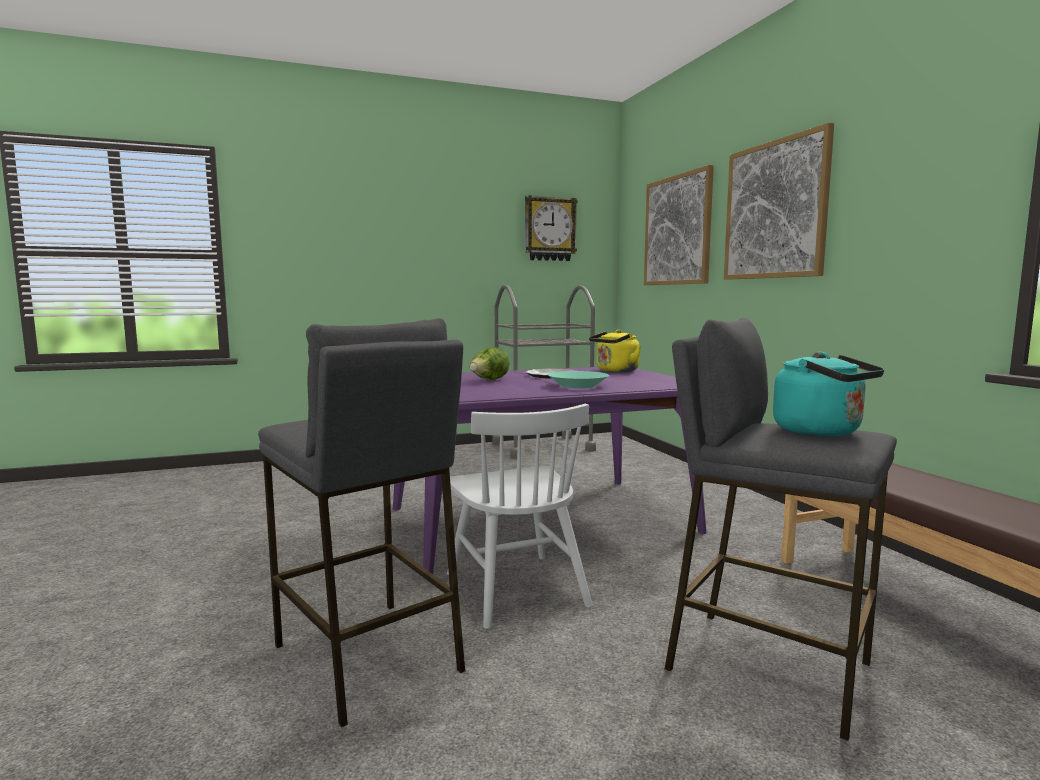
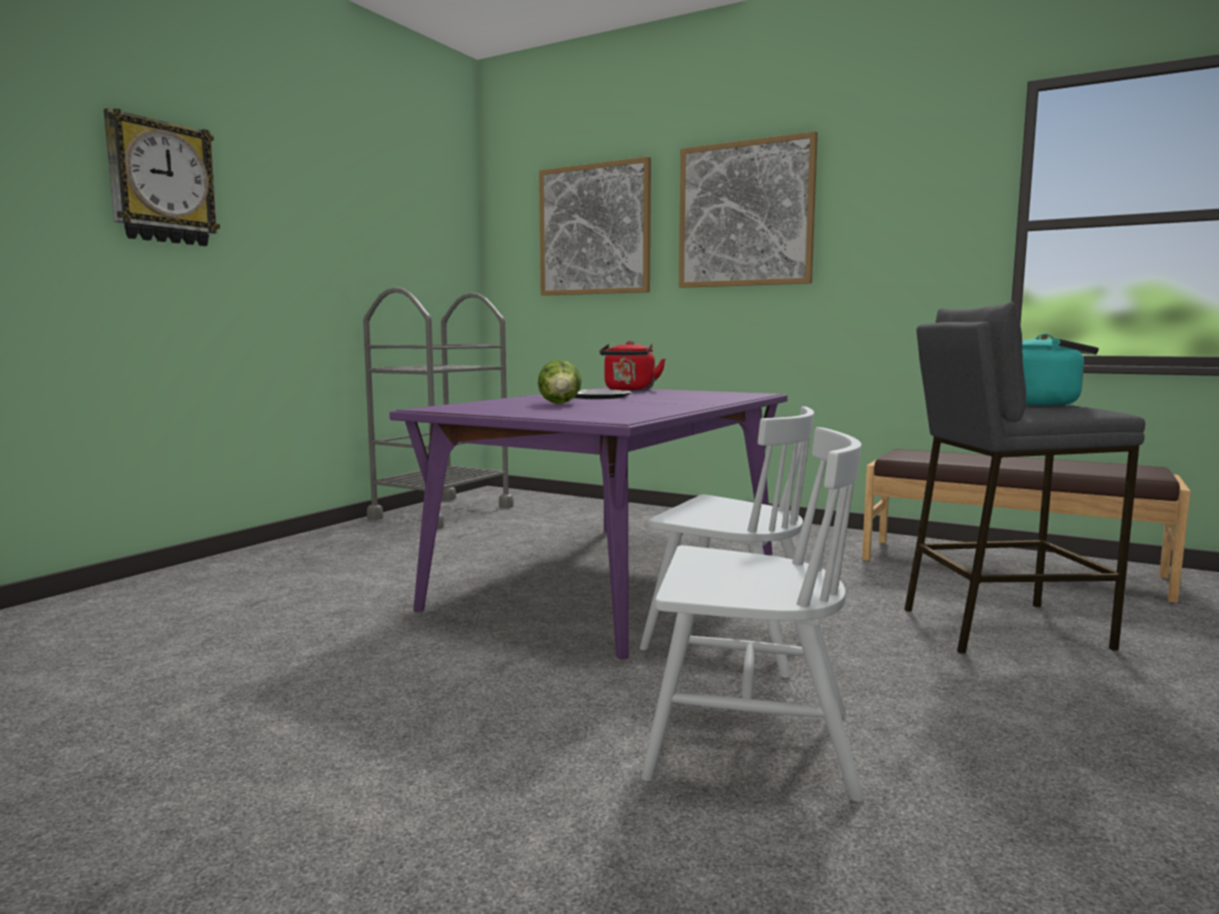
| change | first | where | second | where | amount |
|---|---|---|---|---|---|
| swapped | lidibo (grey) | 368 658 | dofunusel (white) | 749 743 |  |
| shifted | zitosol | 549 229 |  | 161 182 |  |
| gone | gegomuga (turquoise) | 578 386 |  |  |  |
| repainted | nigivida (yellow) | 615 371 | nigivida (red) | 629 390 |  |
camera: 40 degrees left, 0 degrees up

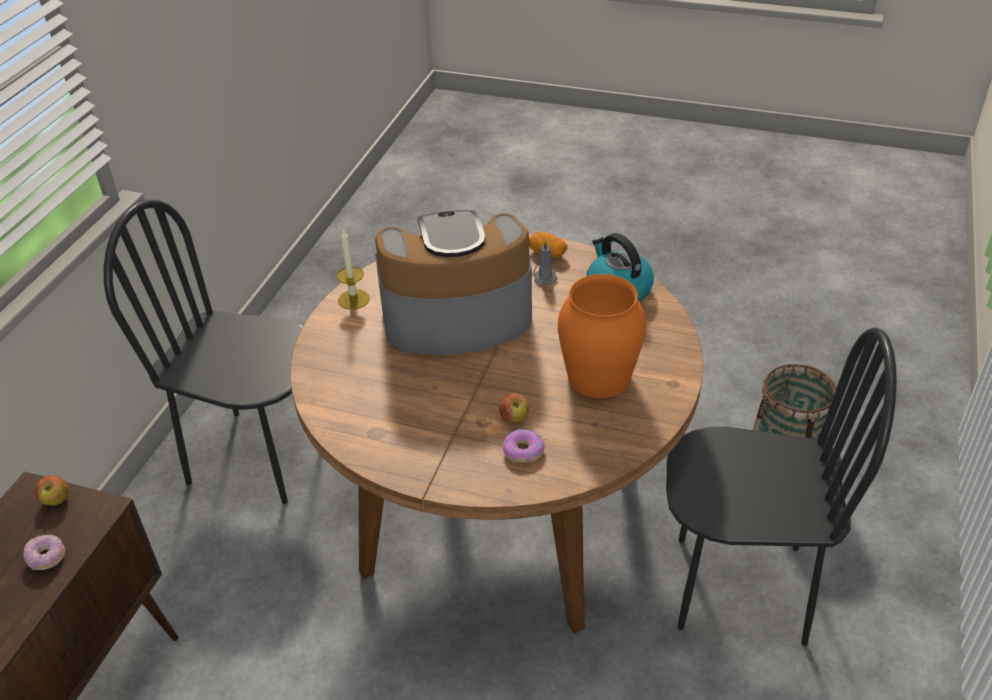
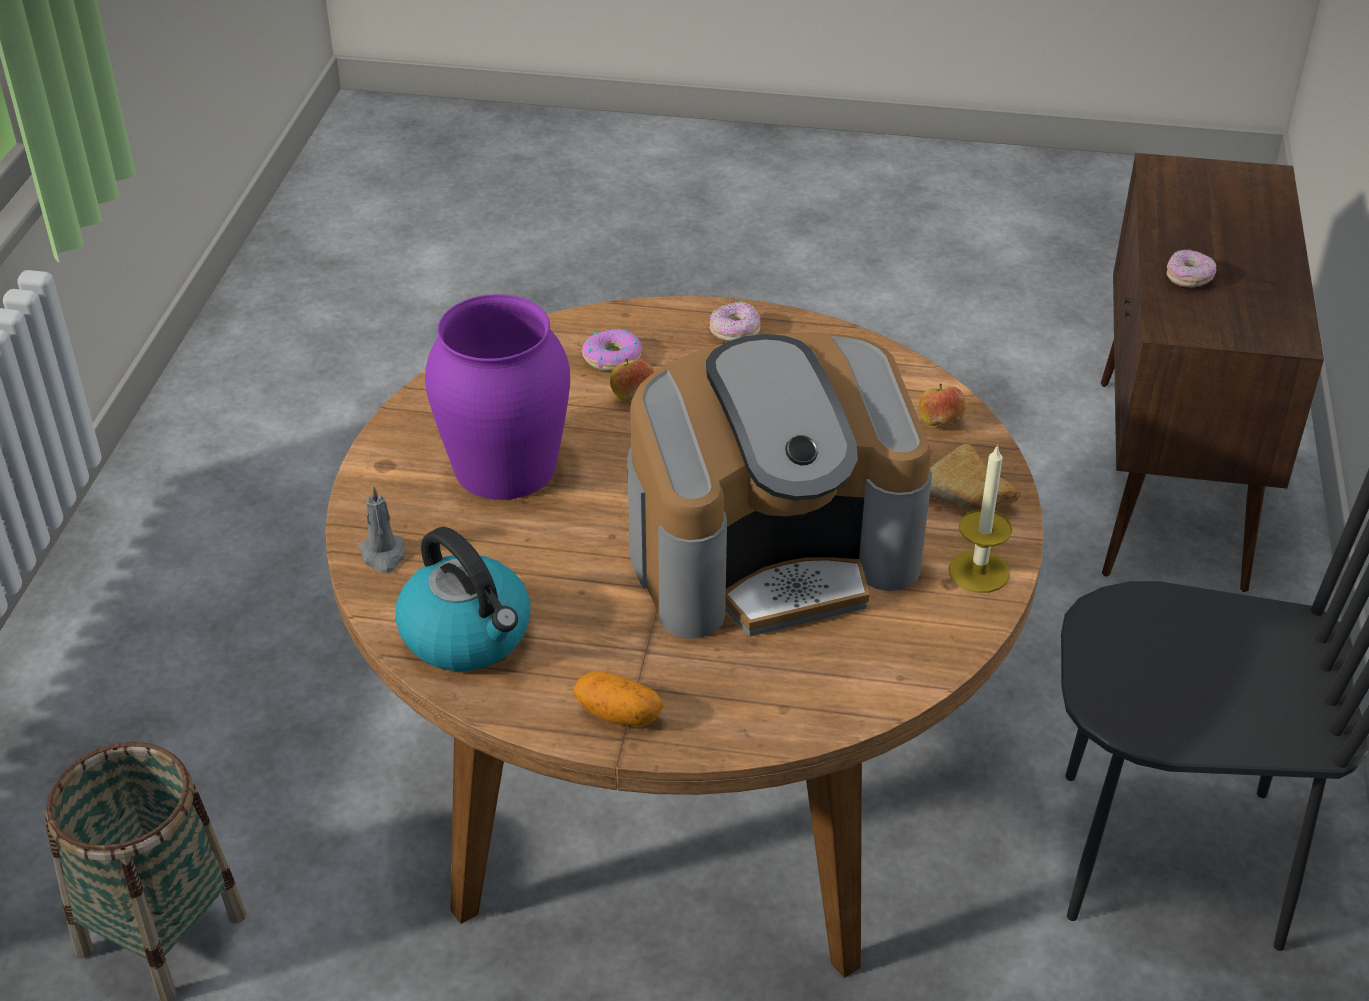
| change | first | where | second | where | amount |
|---|---|---|---|---|---|
| shifted | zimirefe | 56 500 |  | 940 423 |  |
| shifted | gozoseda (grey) | 545 277 |  | 383 555 |  |
| repainted | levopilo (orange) | 599 376 | levopilo (purple) | 505 467 |  |
| gone | dofunusel (black) | 740 588 |  |  |  |
| new |  |  | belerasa | 735 333 |  |
| new |  |  | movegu | 971 498 |  |
camera: 170 degrees right, 0 degrees up

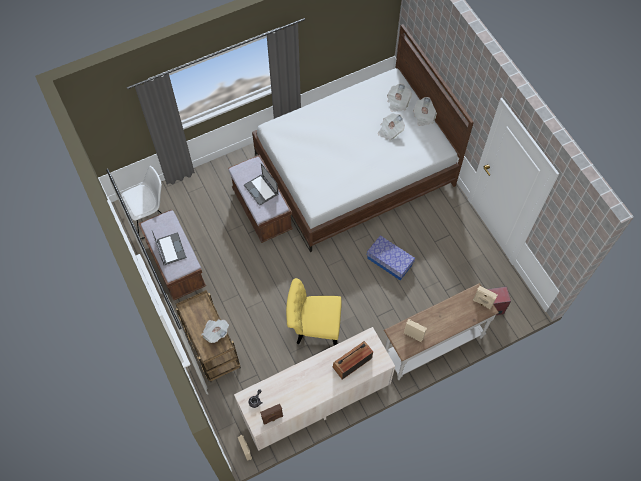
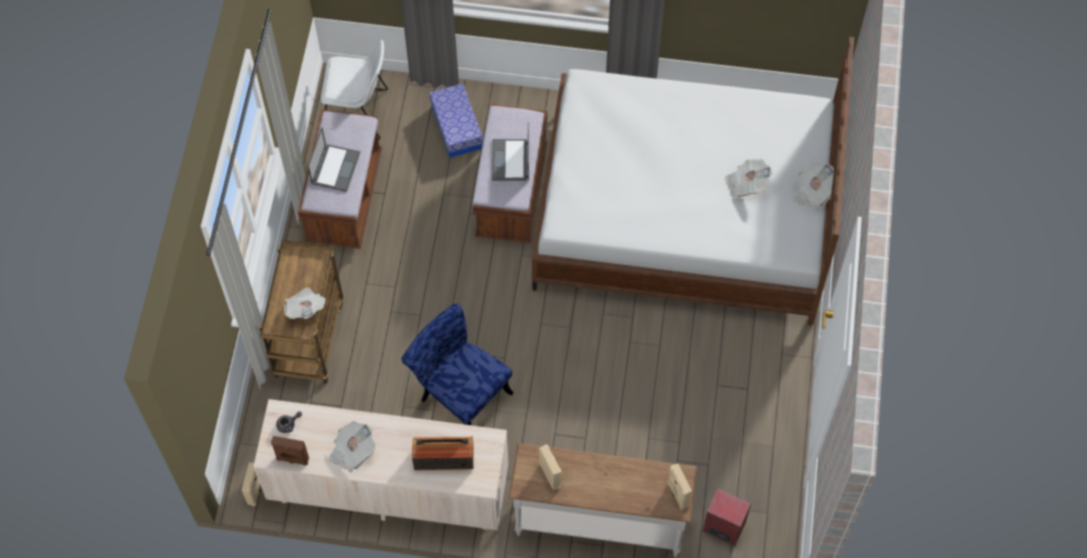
| change | first | where | second | where | amount |
|---|---|---|---|---|---|
| repainted | dofunusel (yellow) | 313 327 | dofunusel (blue) | 459 393 |  |
| shifted | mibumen | 389 261 |  | 456 127 |  |
| shifted | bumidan | 398 102 |  | 352 451 |  |
camera: 35 degrees right, 0 degrees up

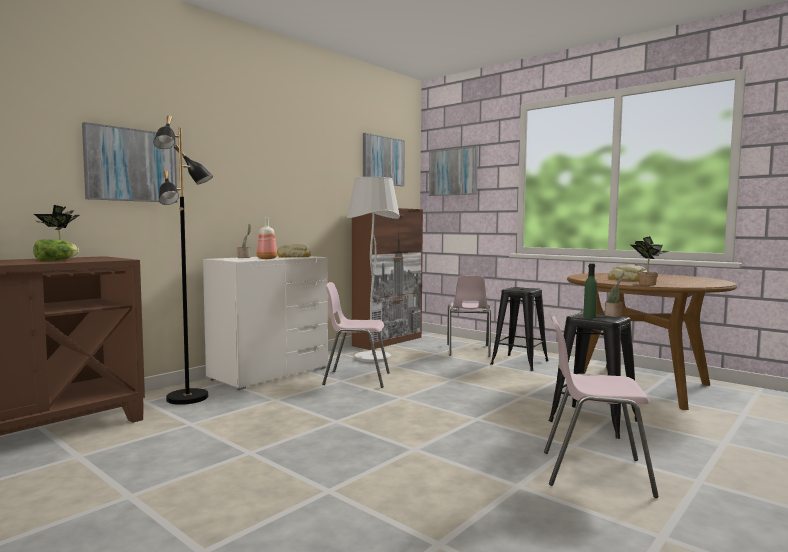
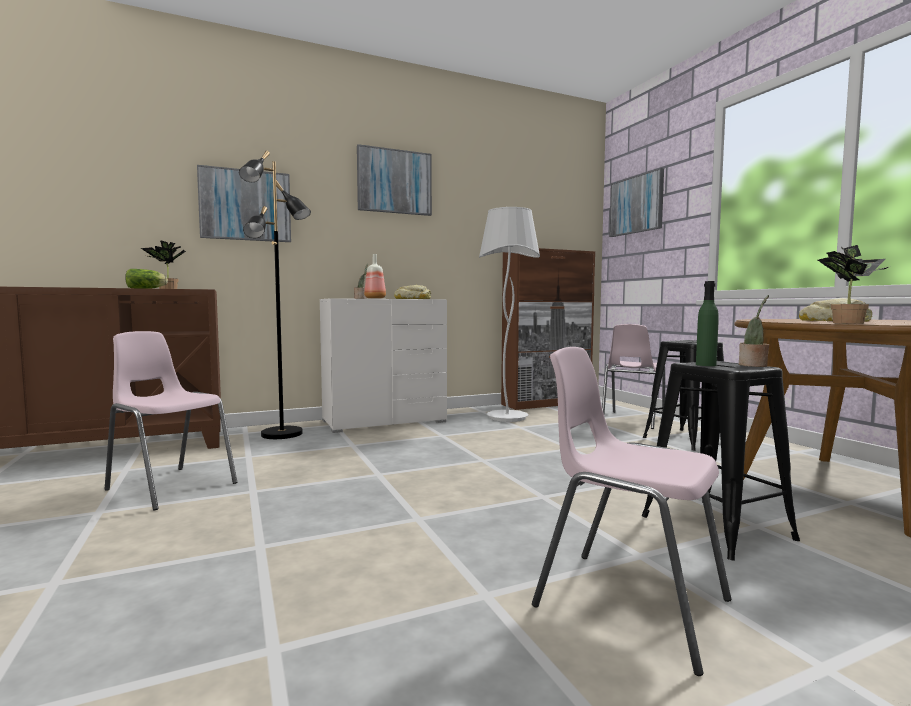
| change | first | where | second | where | amount |
|---|---|---|---|---|---|
| shifted | dofunusel (pink) | 356 379 |  | 170 486 |  |
| shifted | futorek | 383 160 |  | 394 182 |  |
camera: 25 degrees right, 0 degrees up

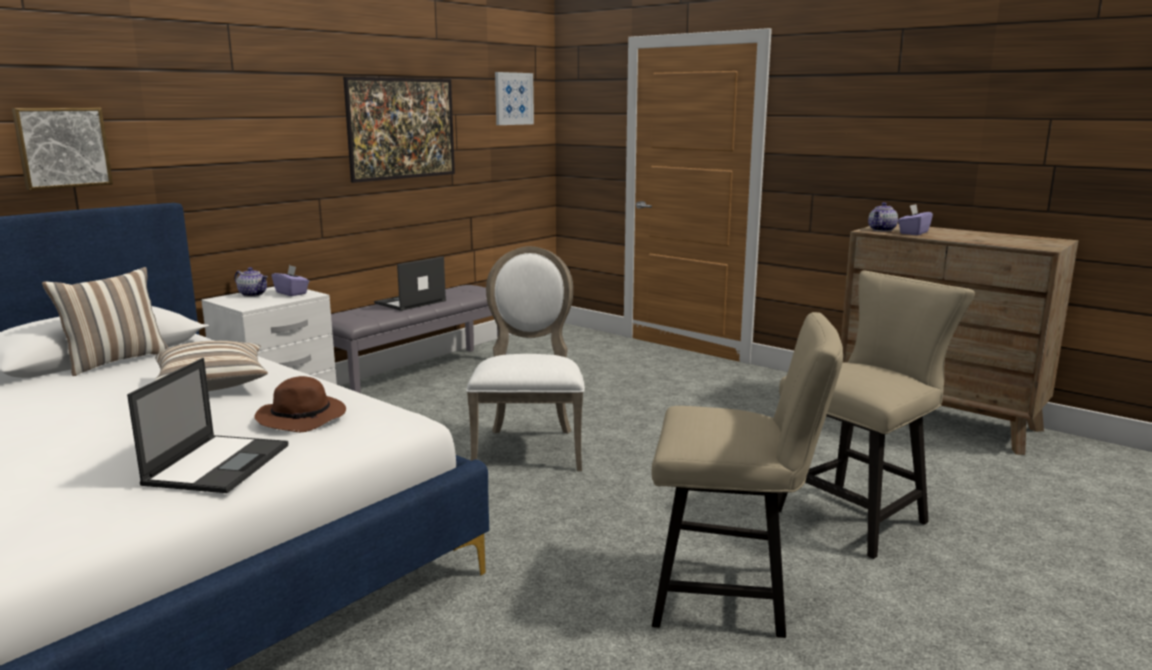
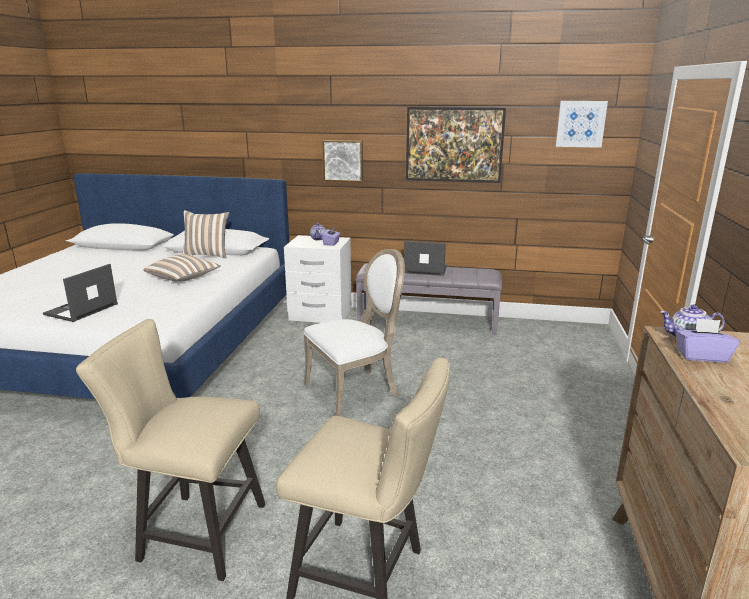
| change | first | where | second | where | amount |
|---|---|---|---|---|---|
| shifted | futorek | 62 147 |  | 343 160 |  |
| rotated | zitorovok | 218 463 |  | 81 309 | 135 degrees clockwise |
| gone | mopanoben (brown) | 303 418 |  |  |  |
| rotated | dofunusel (beige) | 733 595 |  | 194 532 | 120 degrees clockwise |
camera: 60 degrees right, 5 degrees up

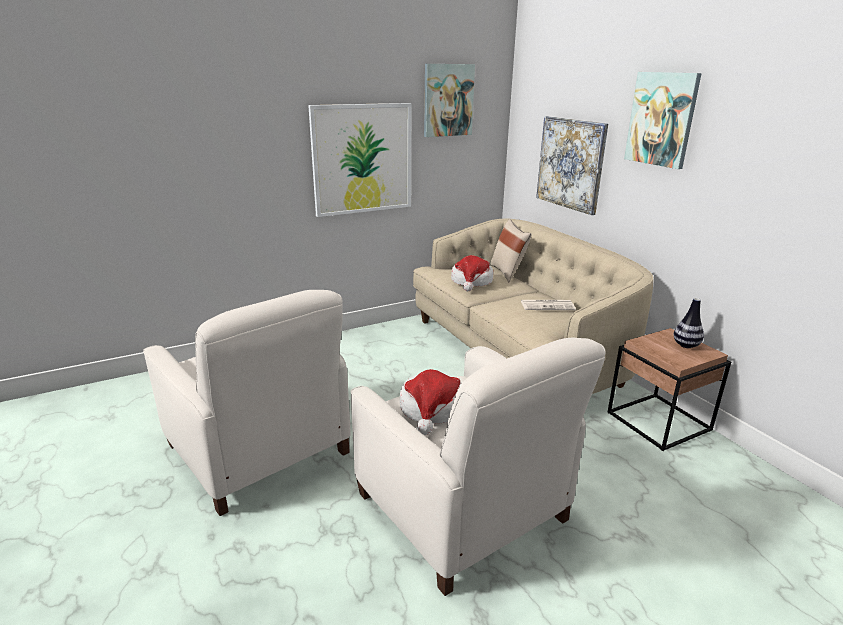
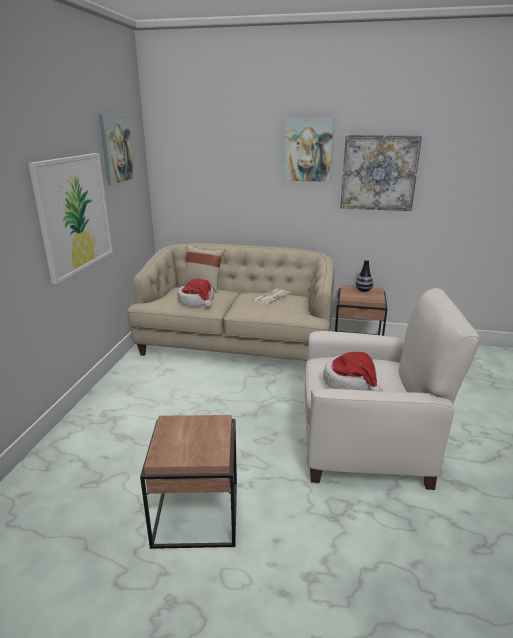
| change | first | where | second | where | amount |
|---|---|---|---|---|---|
| swapped | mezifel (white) | 259 450 | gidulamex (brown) | 197 515 |  |
| shifted | futorek | 571 163 |  | 379 173 |  |
camera: 50 degrees left, 0 degrees up

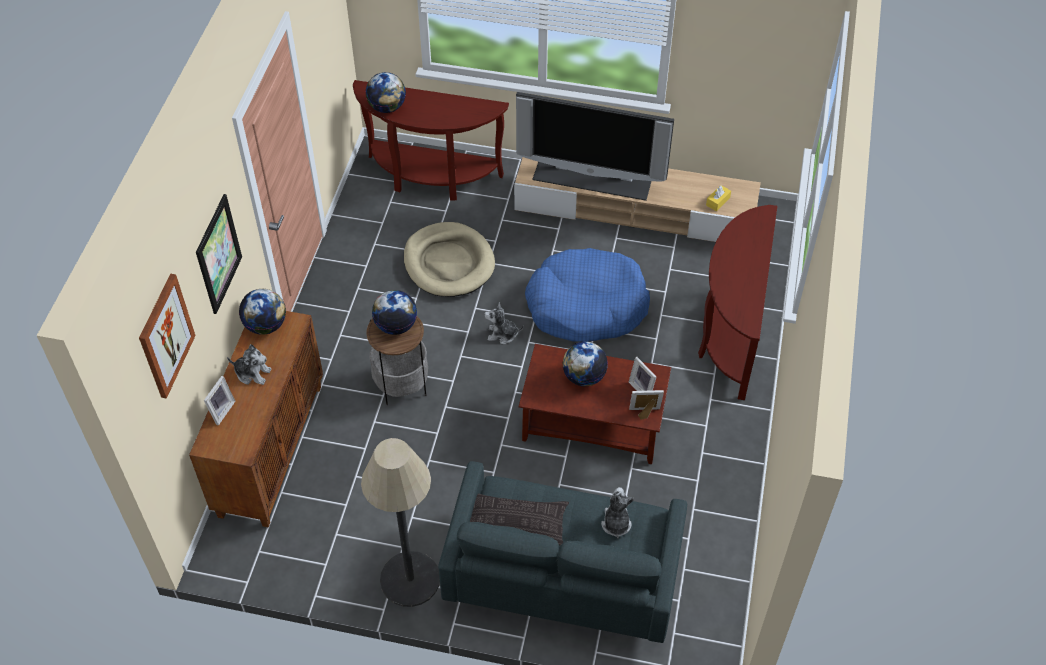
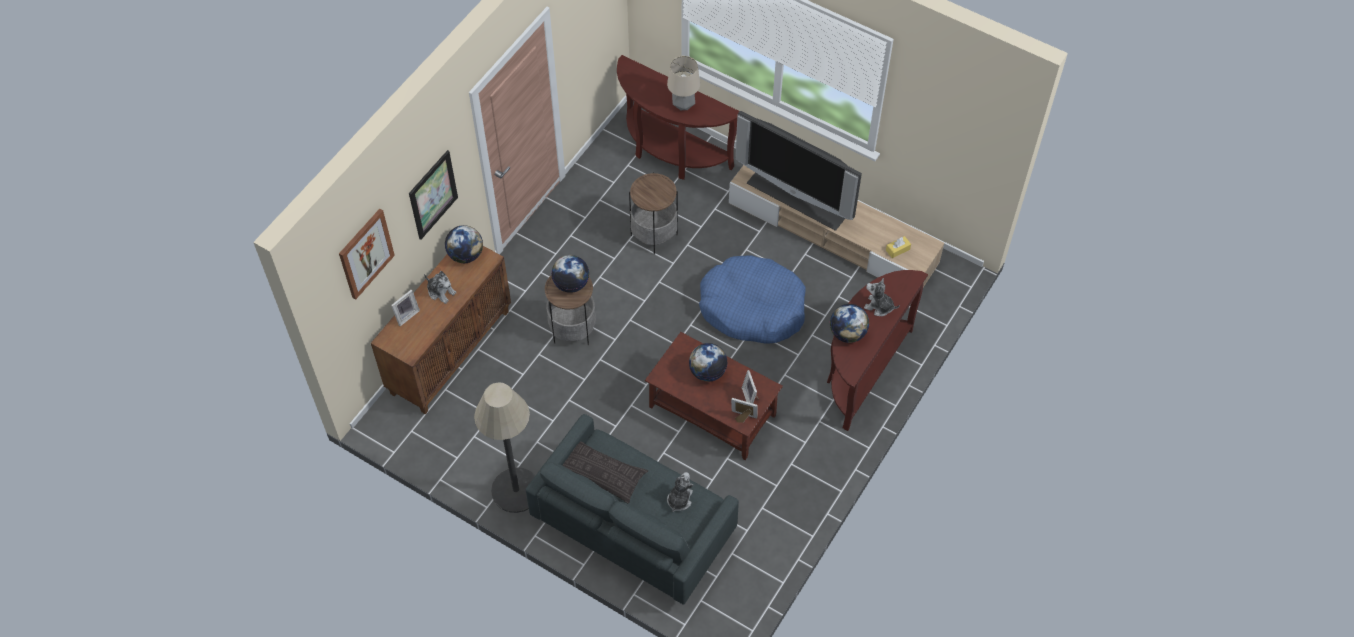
| change | first | where | second | where | amount |
|---|---|---|---|---|---|
| shifted | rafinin | 387 107 |  | 847 333 |  |
| swapped | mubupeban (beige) | 449 263 | gidulamex | 654 235 |  |
| shifted | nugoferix | 502 334 |  | 879 306 |  |
| new |  |  | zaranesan | 683 105 |  |
camera: 20 degrees right, 5 degrees up

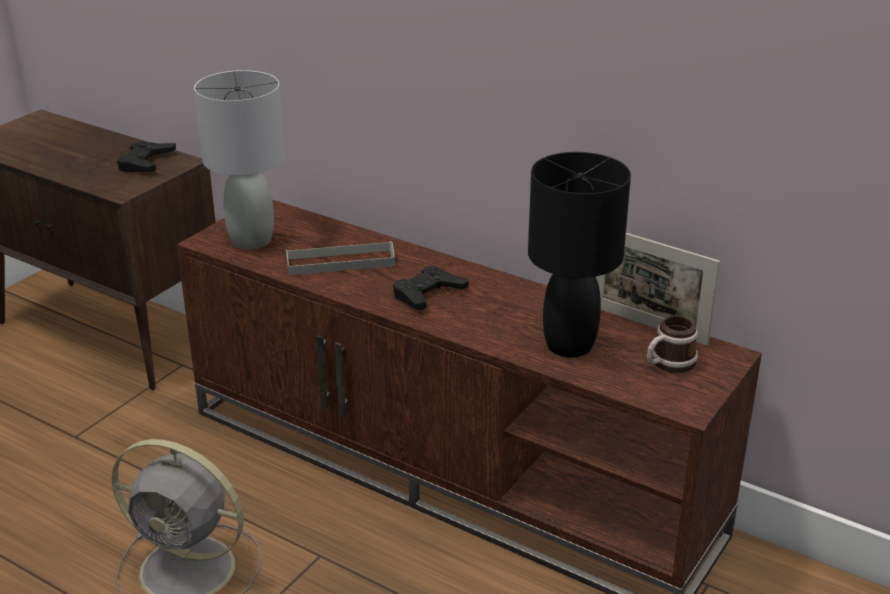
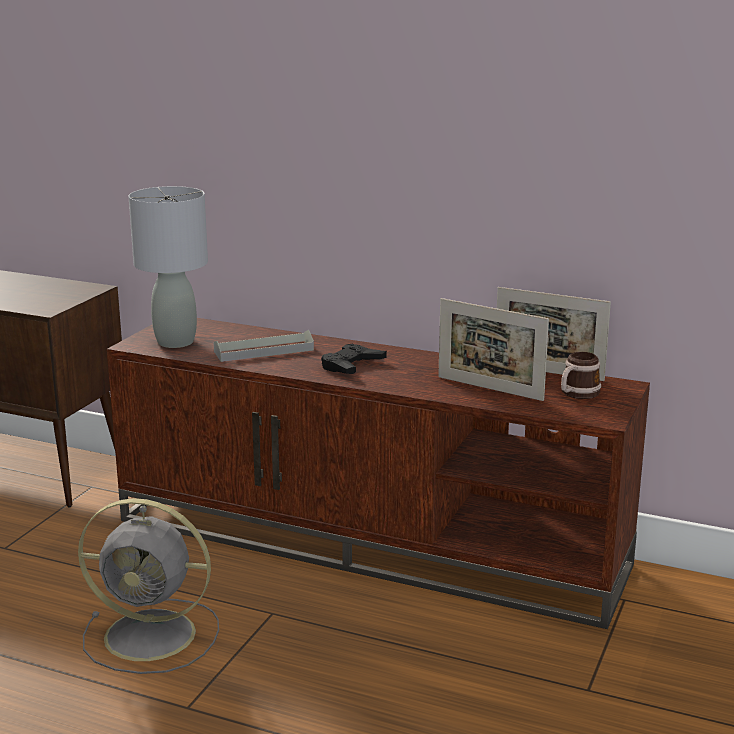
| change | first | where | second | where | amount |
|---|---|---|---|---|---|
| gone | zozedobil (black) | 145 163 |  |  |  |
| swapped | zaranesan (black) | 570 345 | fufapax | 489 388 |  |
camera: 10 degrees left, 10 degrees down

